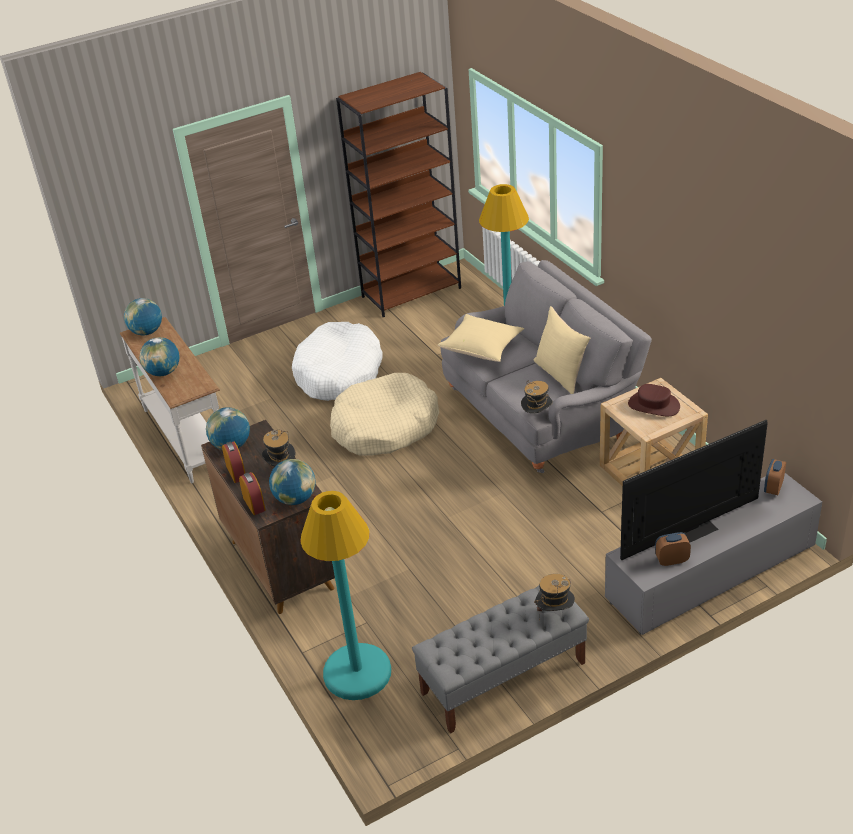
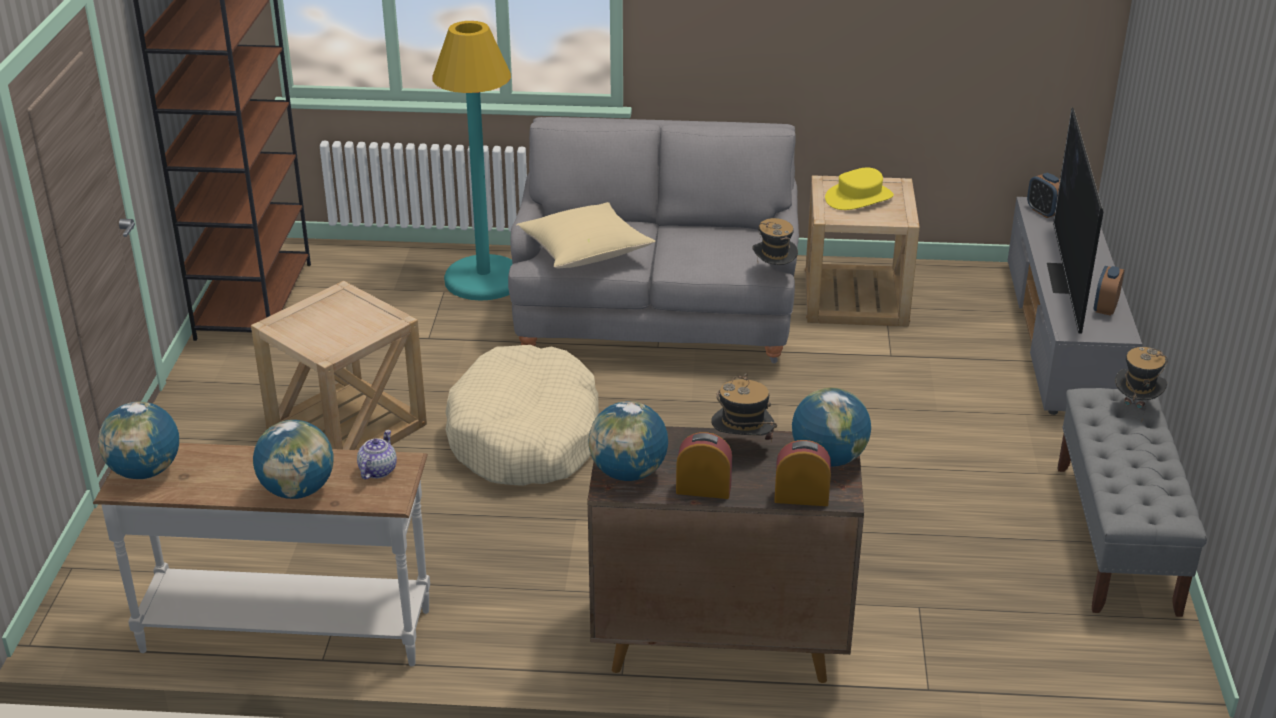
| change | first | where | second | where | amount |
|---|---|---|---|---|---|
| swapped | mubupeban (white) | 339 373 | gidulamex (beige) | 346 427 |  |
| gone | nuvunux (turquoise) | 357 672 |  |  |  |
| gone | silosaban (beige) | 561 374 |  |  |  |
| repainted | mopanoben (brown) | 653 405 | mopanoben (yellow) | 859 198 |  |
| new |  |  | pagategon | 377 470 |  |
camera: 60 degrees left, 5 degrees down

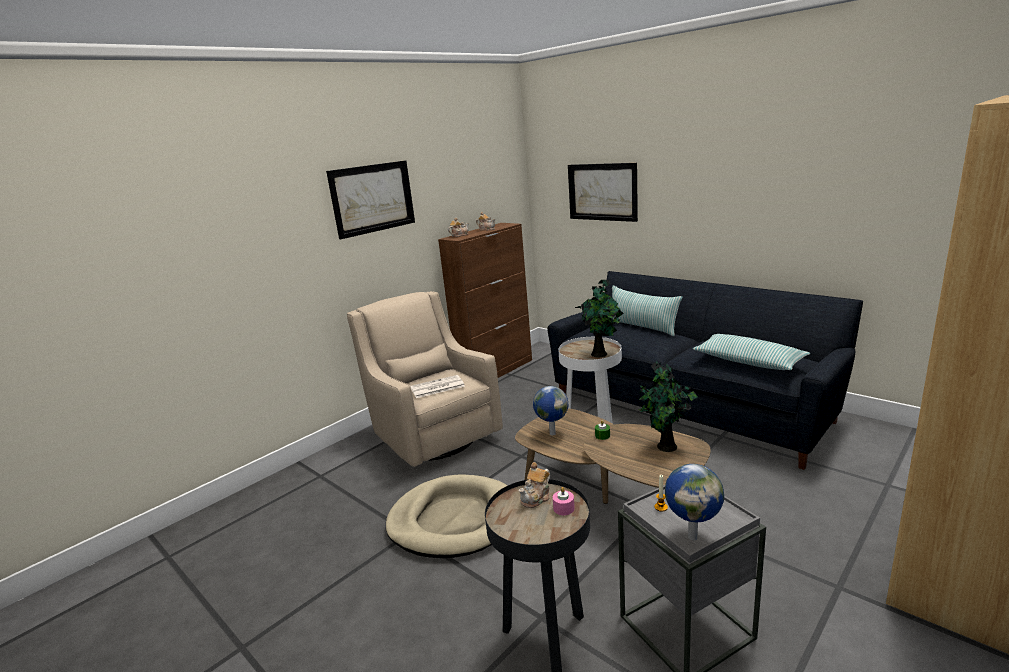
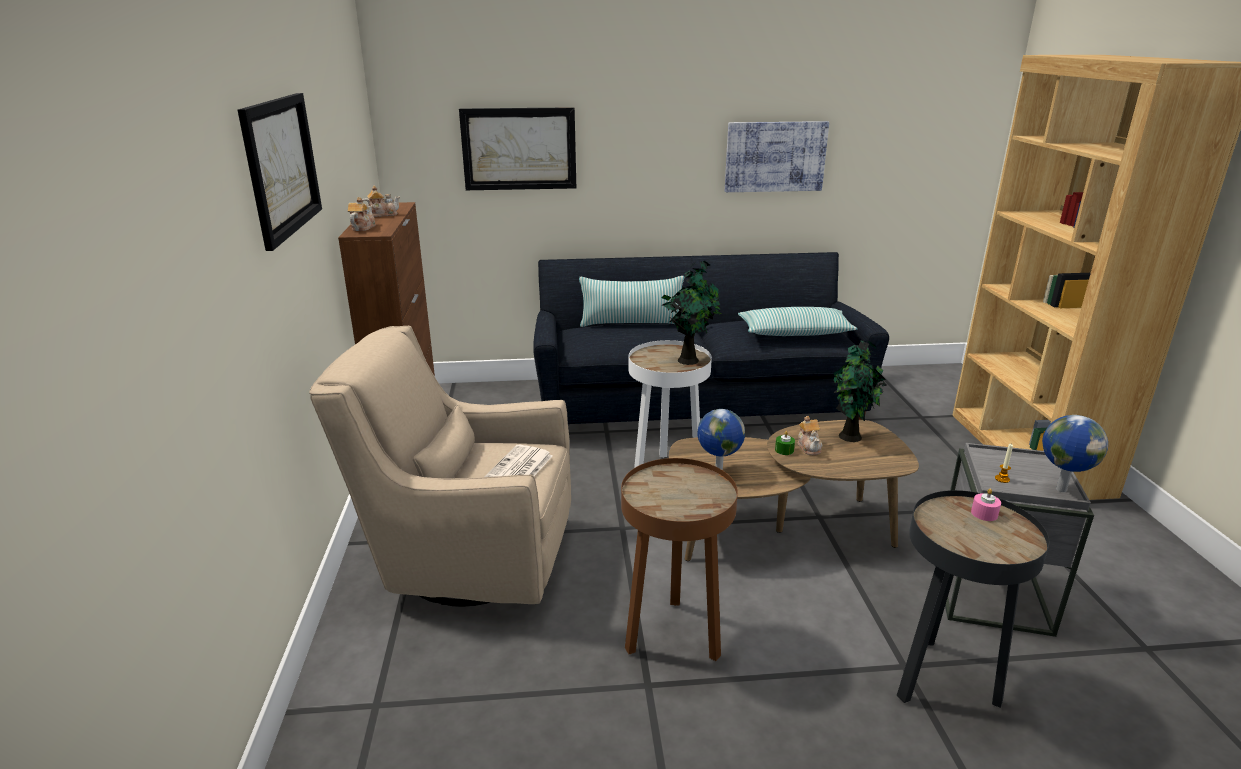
| change | first | where | second | where | amount |
|---|---|---|---|---|---|
| swapped | mubupeban (beige) | 453 520 | gidulamex (brown) | 672 637 |  |
| shifted | pagategon | 536 498 |  | 809 447 |  |
| new |  |  | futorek | 775 156 |  |
camera: 50 degrees left, 5 degrees up

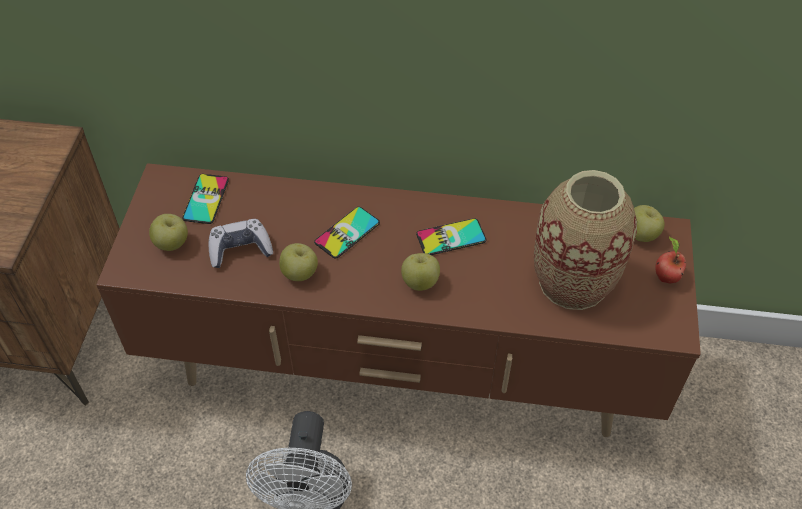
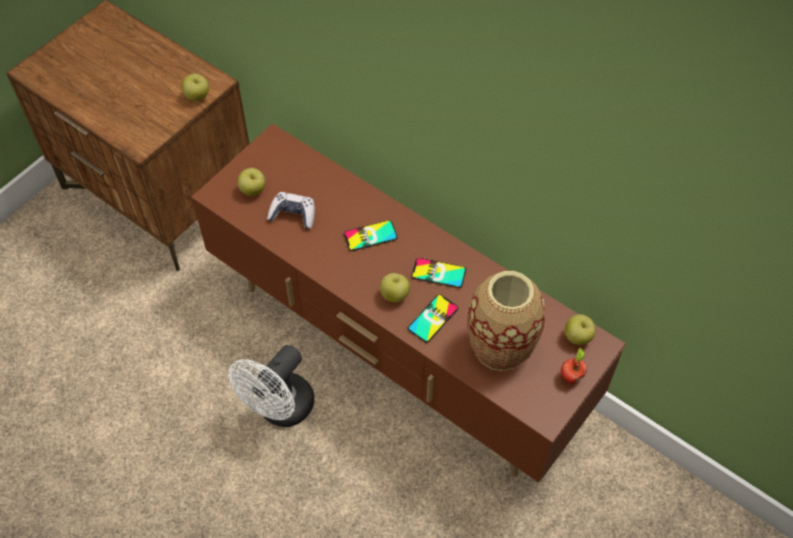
| change | first | where | second | where | amount |
|---|---|---|---|---|---|
| shifted | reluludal | 206 199 |  | 432 318 |  |
| shifted | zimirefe | 300 273 |  | 197 96 |  |
camera: 30 degrees right, 5 degrees up

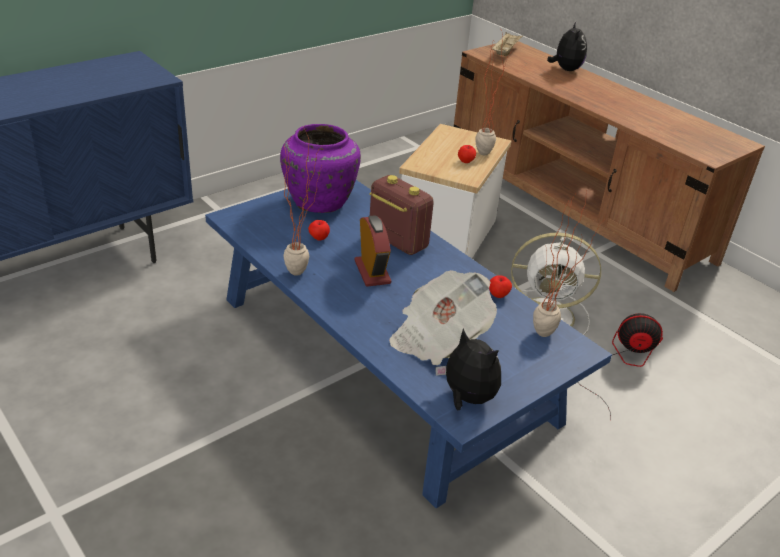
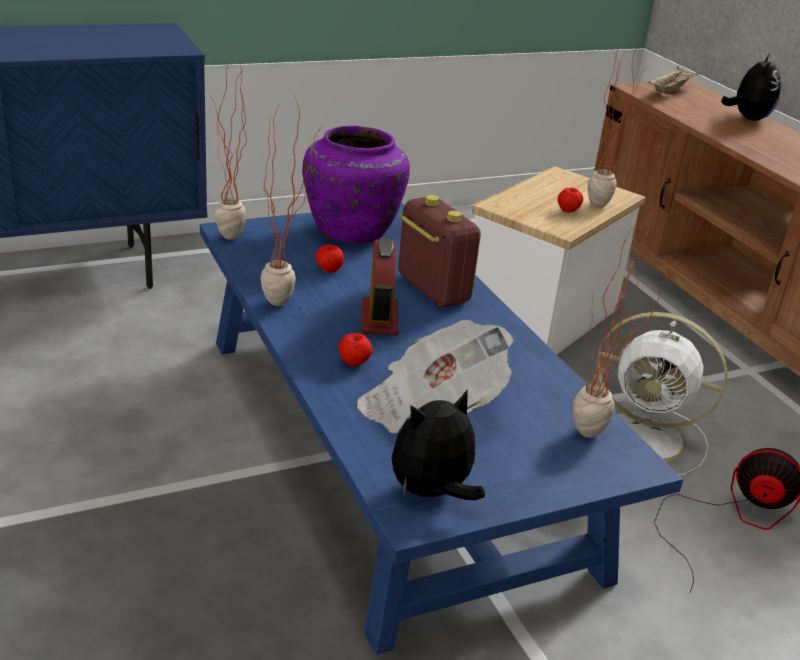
| change | first | where | second | where | amount |
|---|---|---|---|---|---|
| rotated | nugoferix | 467 398 |  | 432 493 | 90 degrees counterclockwise |
| shifted | zimirefe | 498 295 |  | 354 362 |  |
| new |  |  | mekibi | 229 241 |  |
camera: 15 degrees right, 5 degrees down

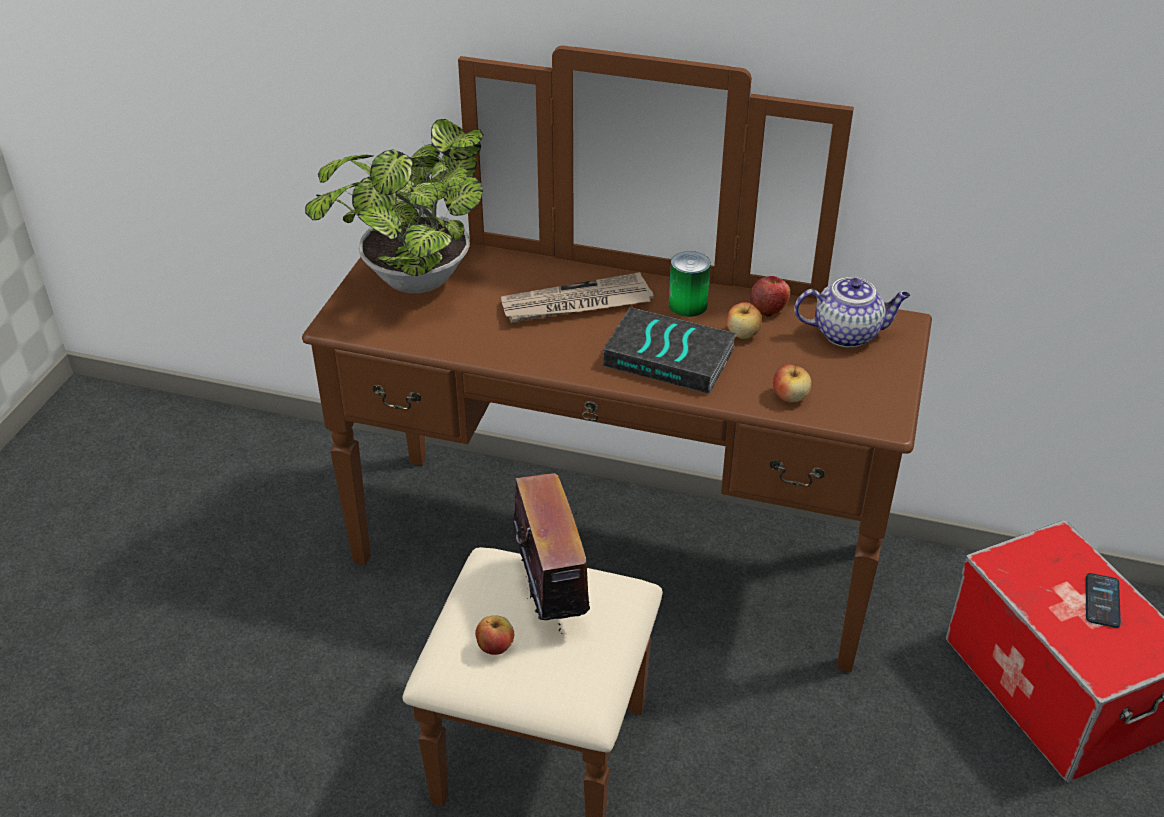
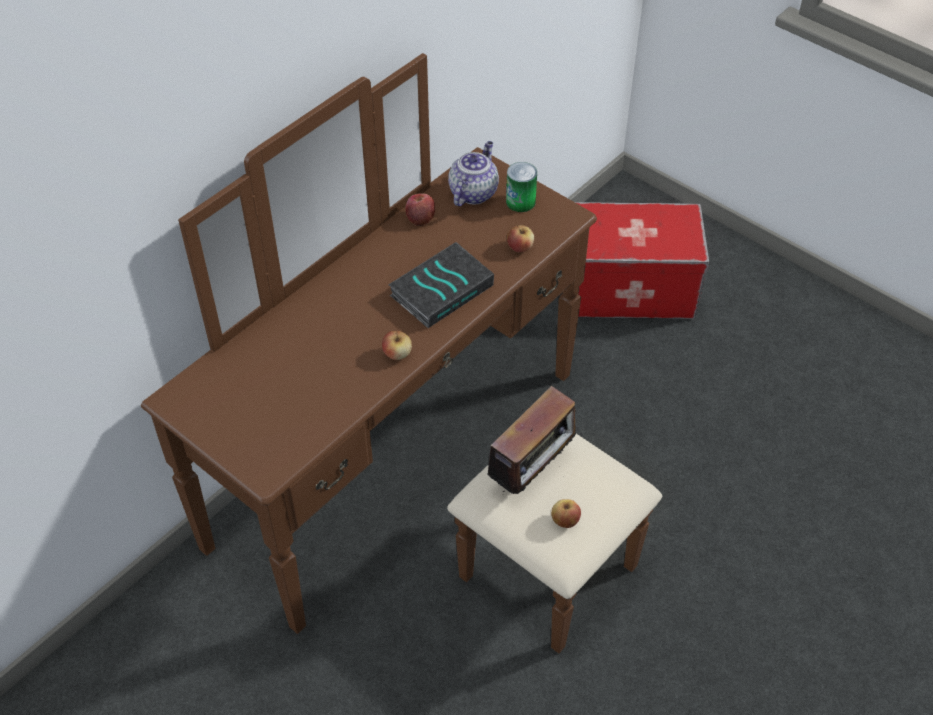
| change | first | where | second | where | amount |
|---|---|---|---|---|---|
| gone | mekibi | 411 283 |  |  |  |
| rotated | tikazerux | 552 593 |  | 533 471 | 120 degrees clockwise |
| gone | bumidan | 575 304 |  |  |  |
| shifted | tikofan | 687 305 |  | 520 201 |  |
| shifted | zimirefe | 743 334 |  | 397 354 |  |
| gone | reluludal | 1102 601 |  |  |  |
camera: 65 degrees left, 10 degrees up

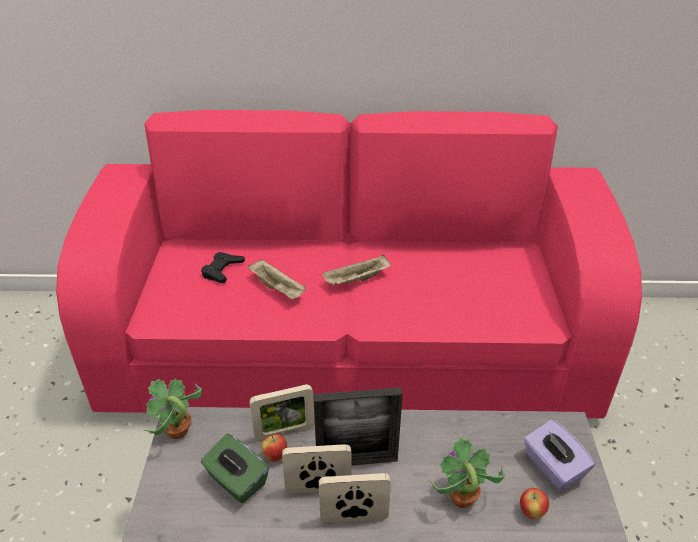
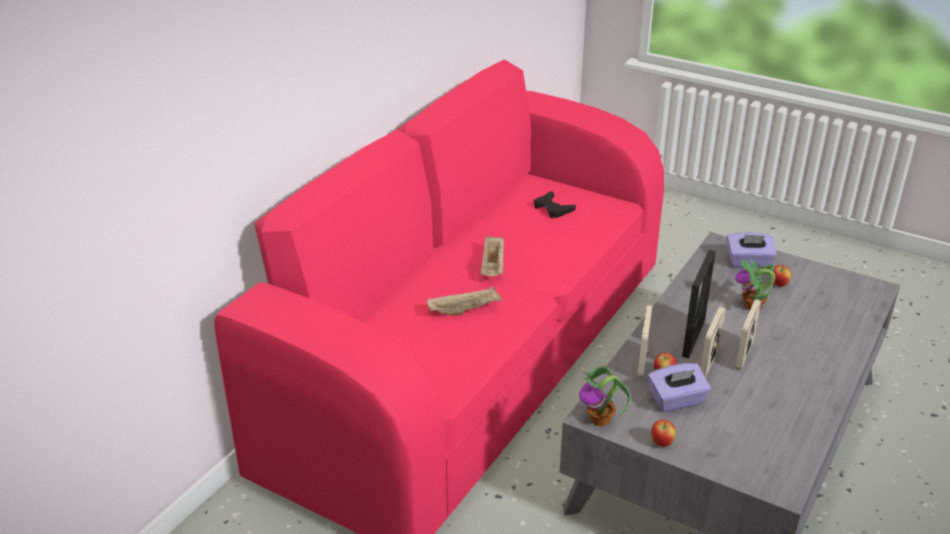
| change | first | where | second | where | amount |
|---|---|---|---|---|---|
| shifted | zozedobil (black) | 222 270 |  | 552 209 |  |
| repainted | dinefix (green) | 236 481 | dinefix (purple) | 676 401 |  |
| new |  |  | zimirefe | 662 443 |  |
camera: 60 degrees left, 5 degrees down

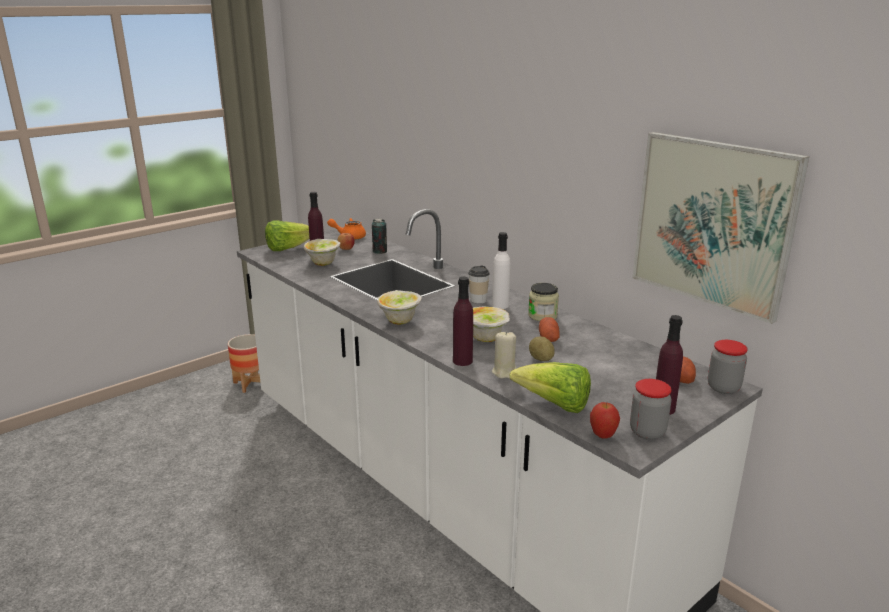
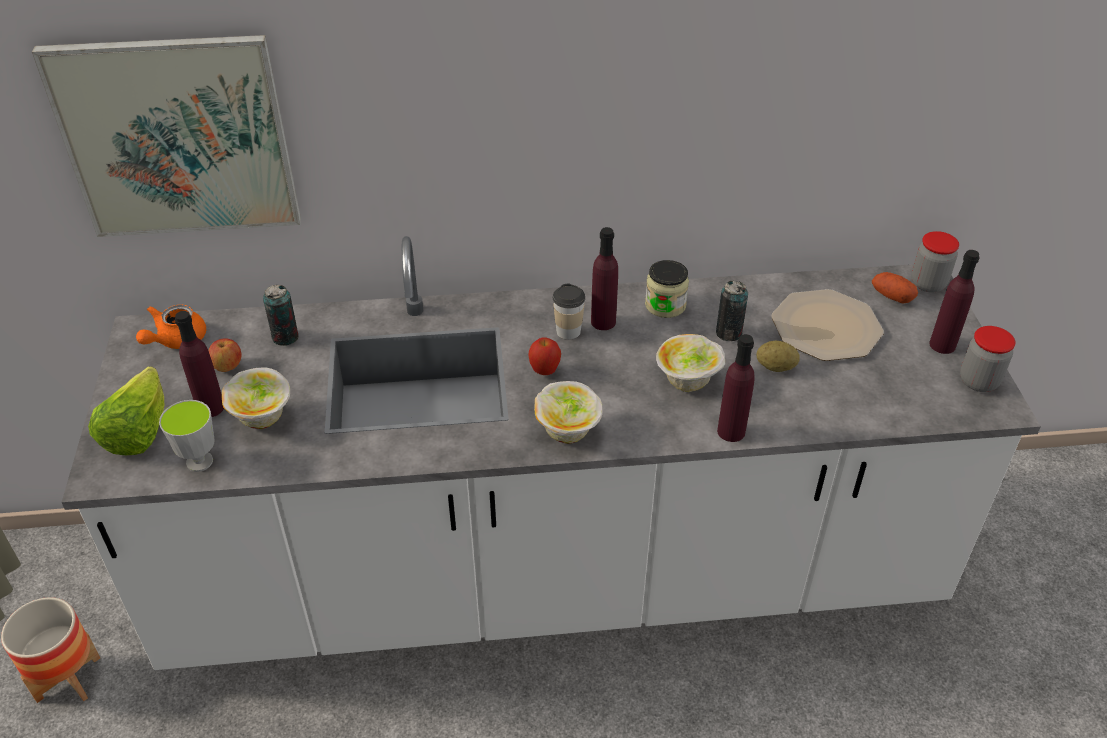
| change | first | where | second | where | amount |
|---|---|---|---|---|---|
| repainted | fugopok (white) | 500 305 | fugopok (purple) | 603 322 |  |
| gone | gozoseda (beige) | 505 372 |  |  |  |
| gone | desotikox | 554 405 |  |  |  |
| swapped | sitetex | 548 338 | tikofan | 728 333 |  |
| shifted | zimirefe | 603 436 |  | 544 371 |  |
| shifted | futorek | 712 223 |  | 177 138 |  |
| new |  |  | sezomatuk | 199 462 |  |
| new |  |  | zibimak | 826 326 |  |
camera: 55 degrees left, 20 degrees up

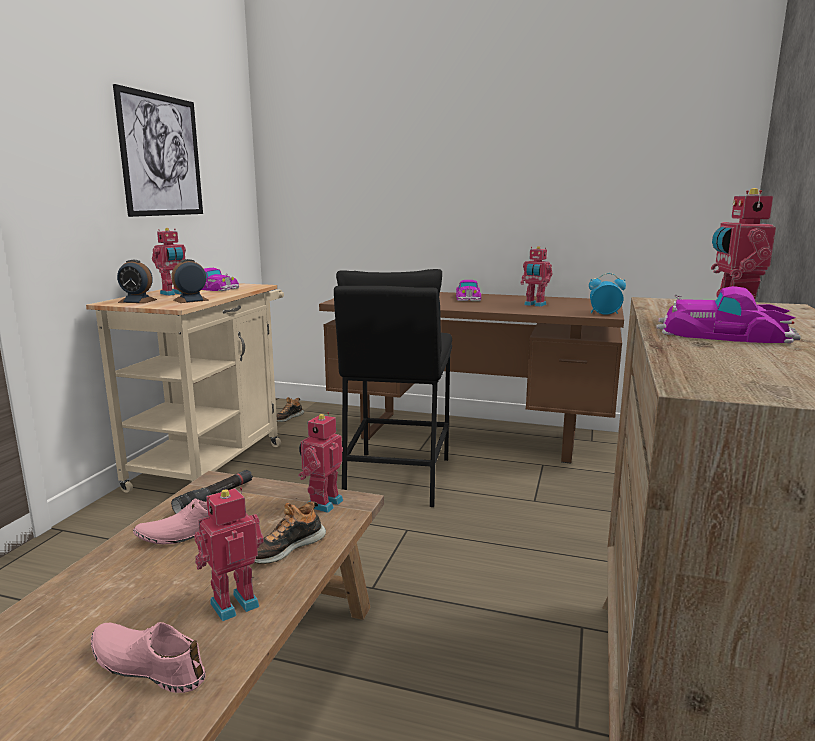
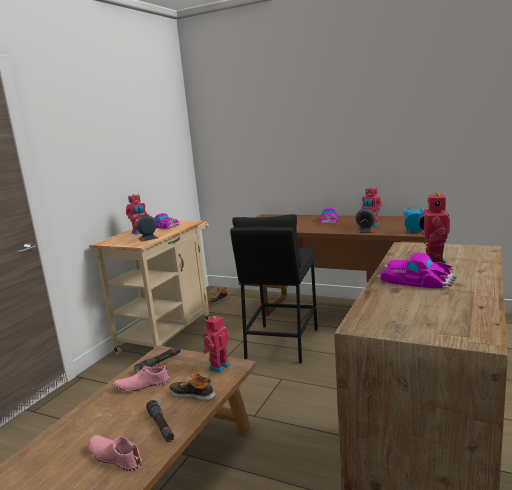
| change | first | where | second | where | amount |
|---|---|---|---|---|---|
| gone | futorek | 161 156 |  |  |  |
| shifted | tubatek | 137 301 |  | 365 231 |  |
| swapped | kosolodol | 233 603 | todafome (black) | 161 426 |  |
| rotated | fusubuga | 285 548 |  | 193 394 | 60 degrees clockwise |
camera: 10 degrees right, 0 degrees up

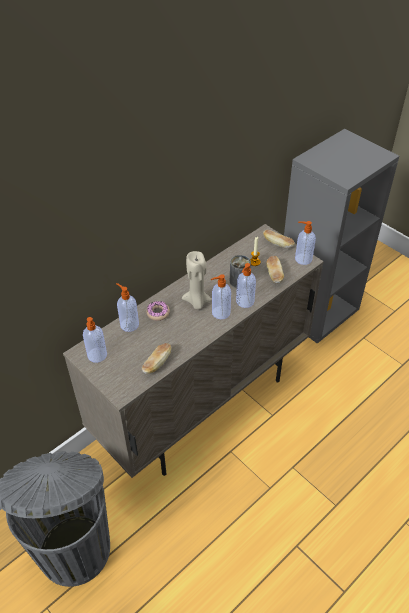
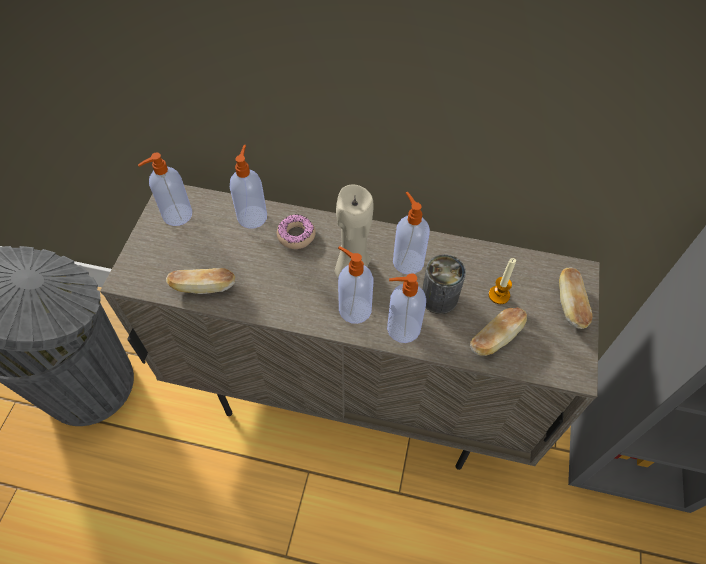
| change | first | where | second | where | amount |
|---|---|---|---|---|---|
| shifted | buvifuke | 302 259 |  | 407 261 |  |
camera: 55 degrees right, 10 degrees up

